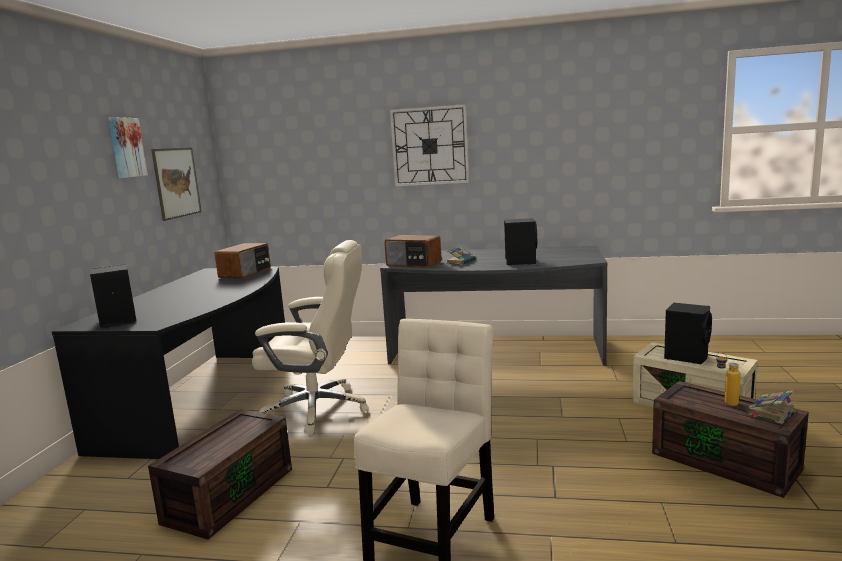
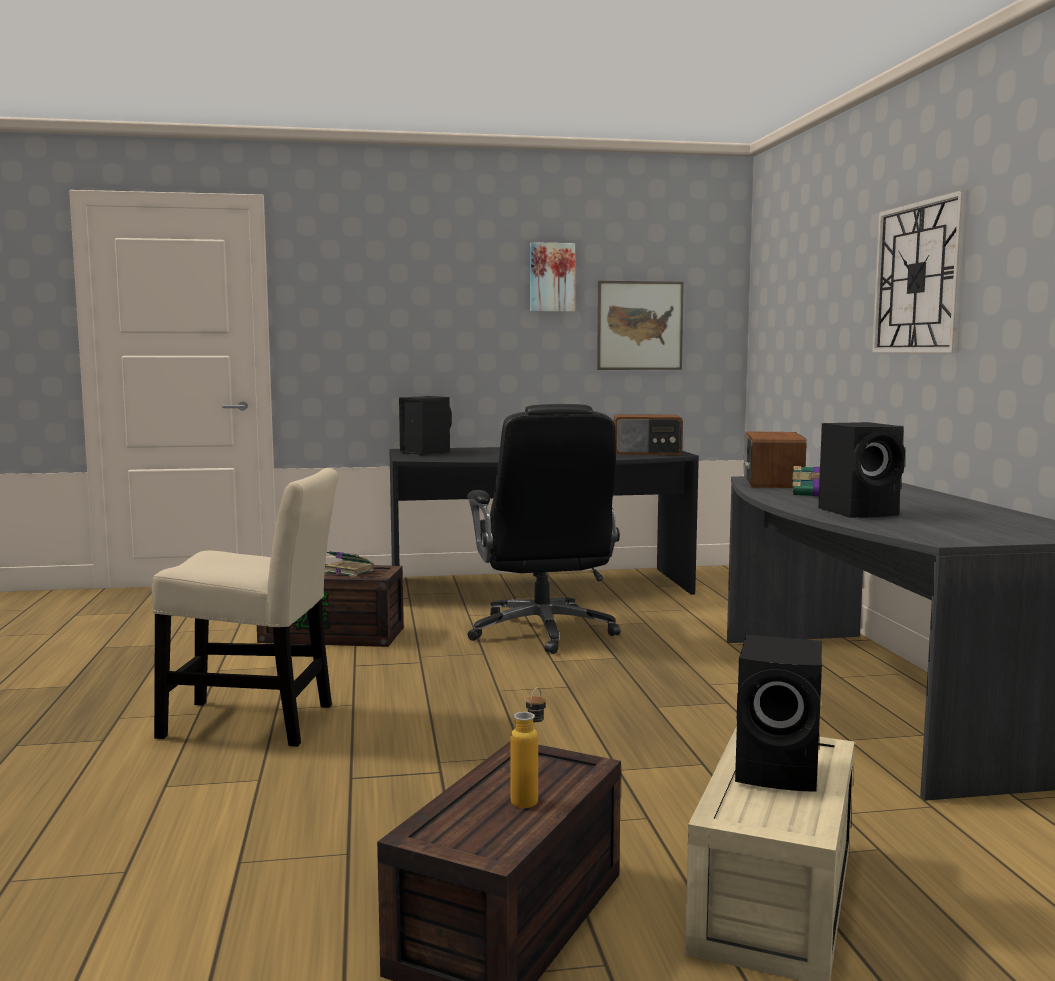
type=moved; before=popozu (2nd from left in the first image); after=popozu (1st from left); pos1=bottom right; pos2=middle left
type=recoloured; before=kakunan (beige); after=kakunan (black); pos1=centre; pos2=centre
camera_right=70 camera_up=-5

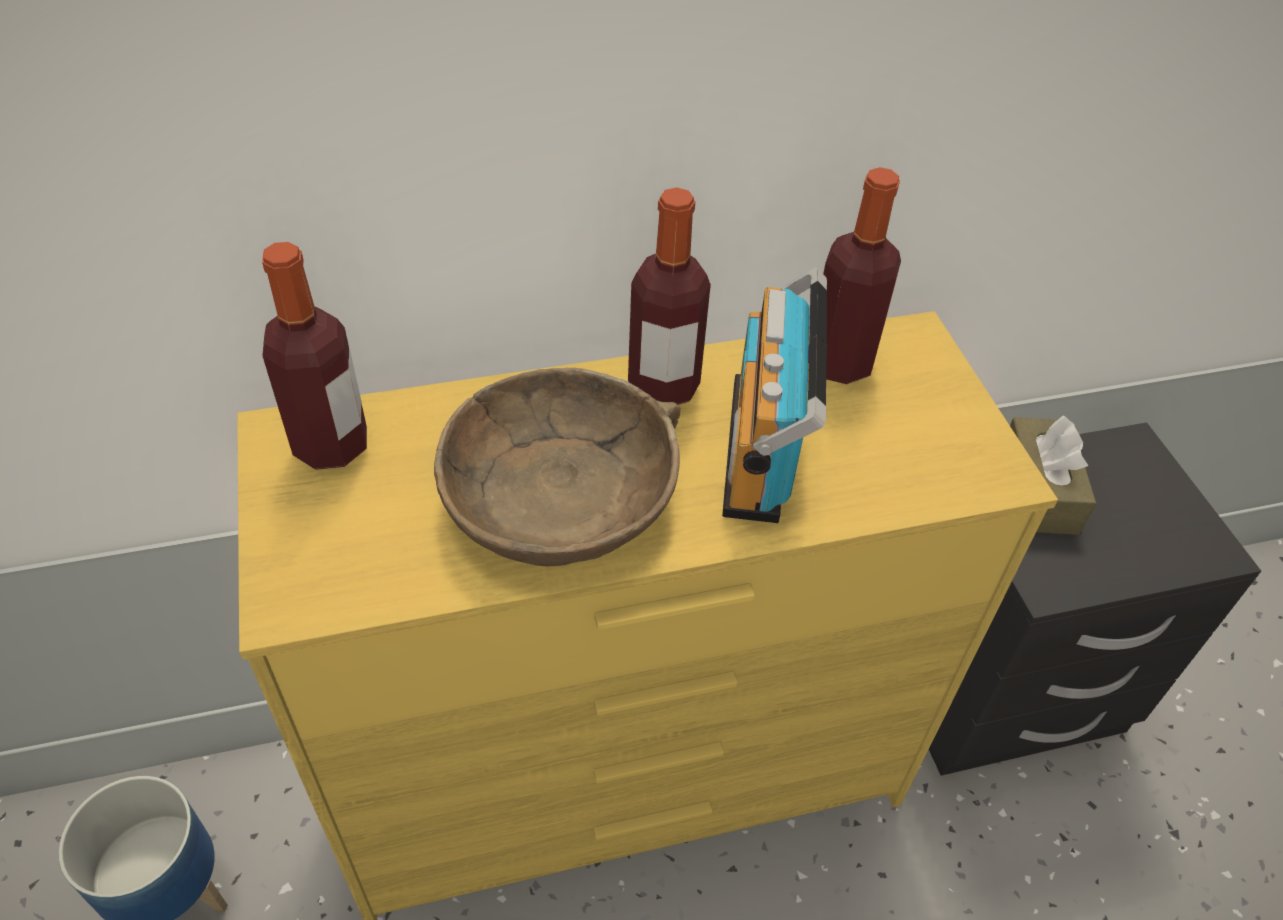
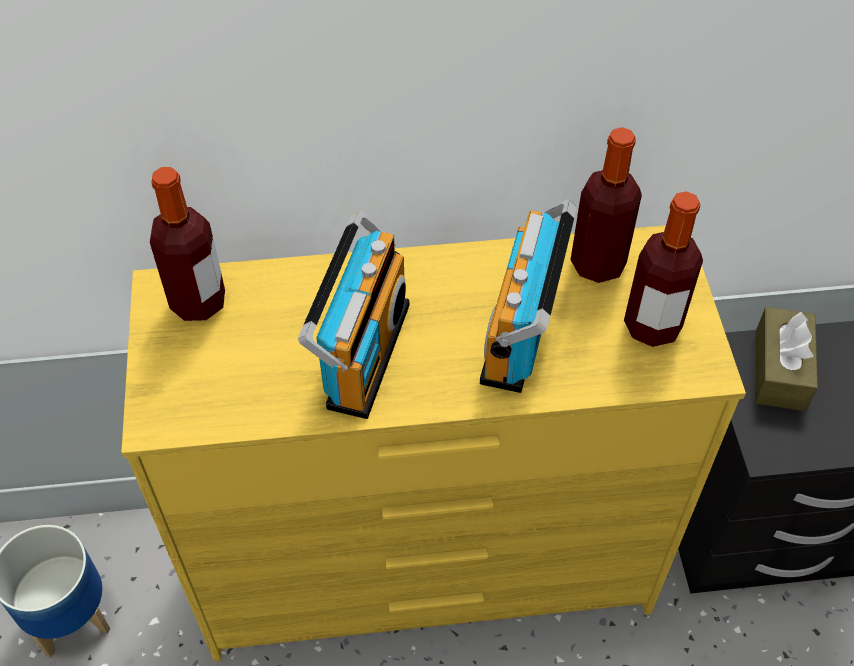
type=moved; before=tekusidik (2nd from left in the first image); after=tekusidik (3rd from left); pos1=top centre; pos2=middle right
type=replaced; before=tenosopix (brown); after=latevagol (1st from left); pos1=centre; pos2=centre
camera_right=10 camera_up=5

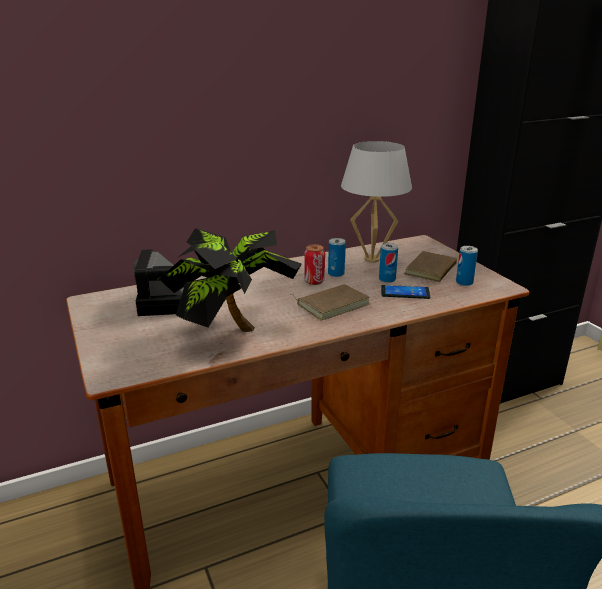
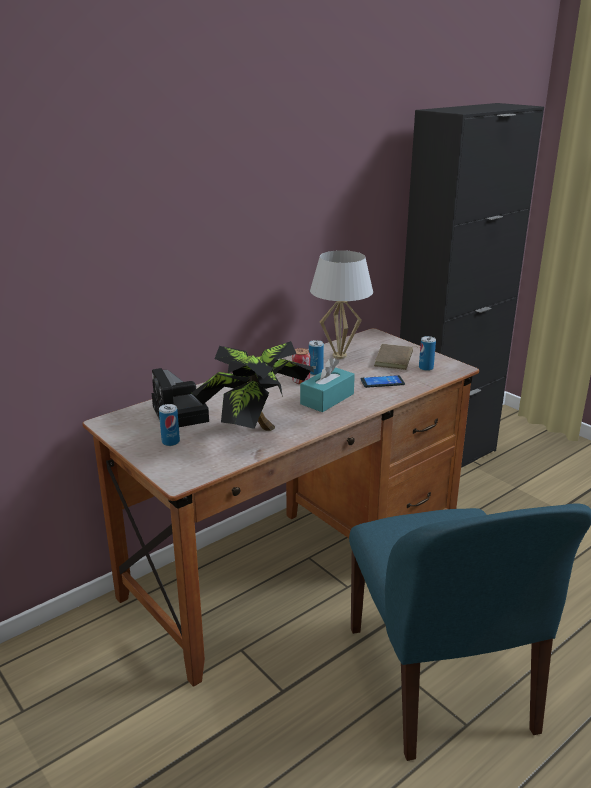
type=moved; before=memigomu (3rd from left in the first image); after=memigomu (1st from left); pos1=centre; pos2=middle left
type=replaced; before=popozu (brown) (1st from left); after=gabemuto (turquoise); pos1=centre; pos2=centre
camera_right=-15 camera_up=0

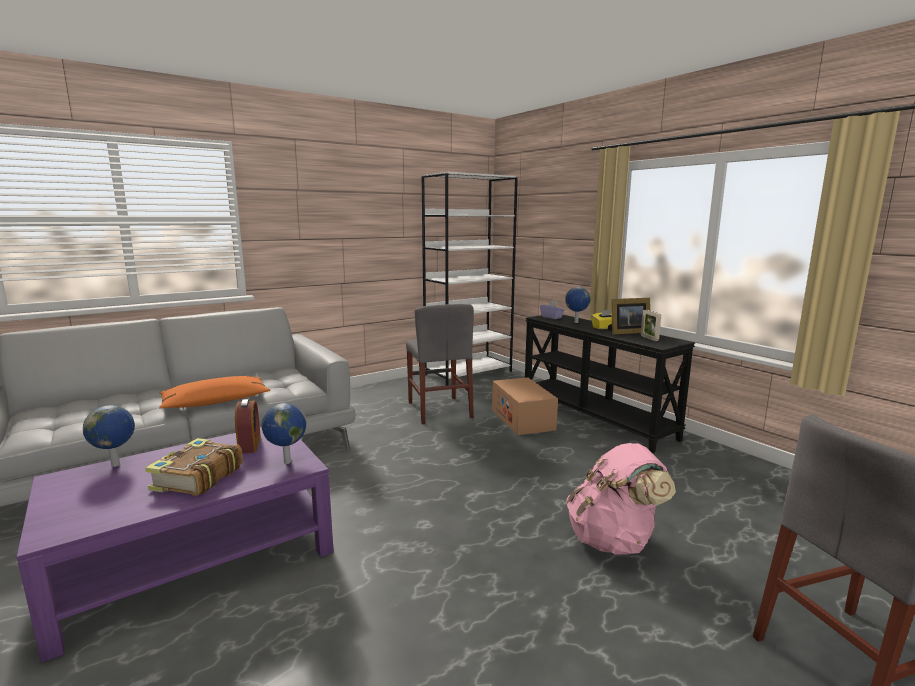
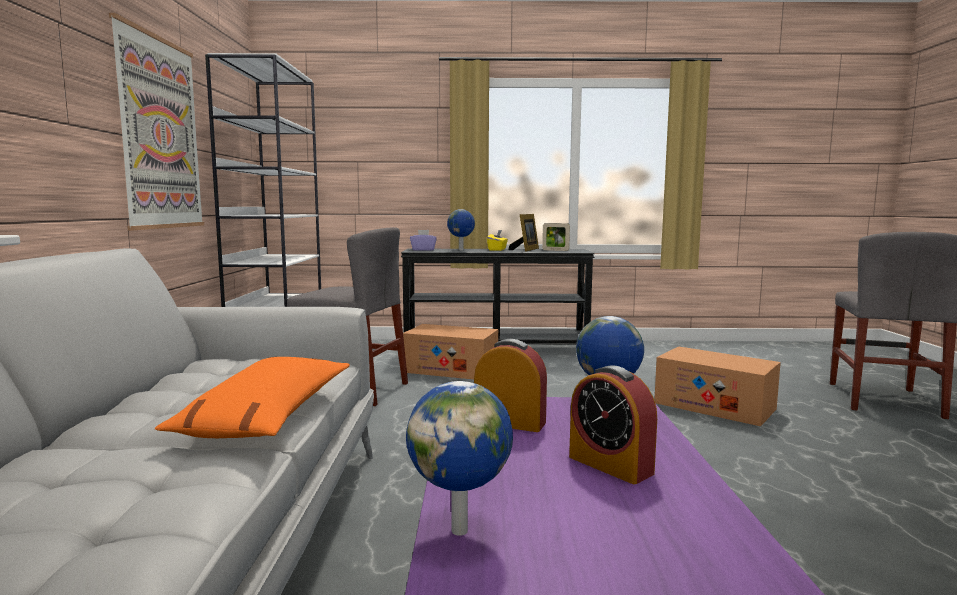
type=added; after=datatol; pos2=top left
type=replaced; before=popozu; after=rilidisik (2nd from left); pos1=bottom left; pos2=bottom centre
type=replaced; before=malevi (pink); after=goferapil (2nd from left); pos1=bottom right; pos2=middle right
camera_right=-55 camera_up=-5

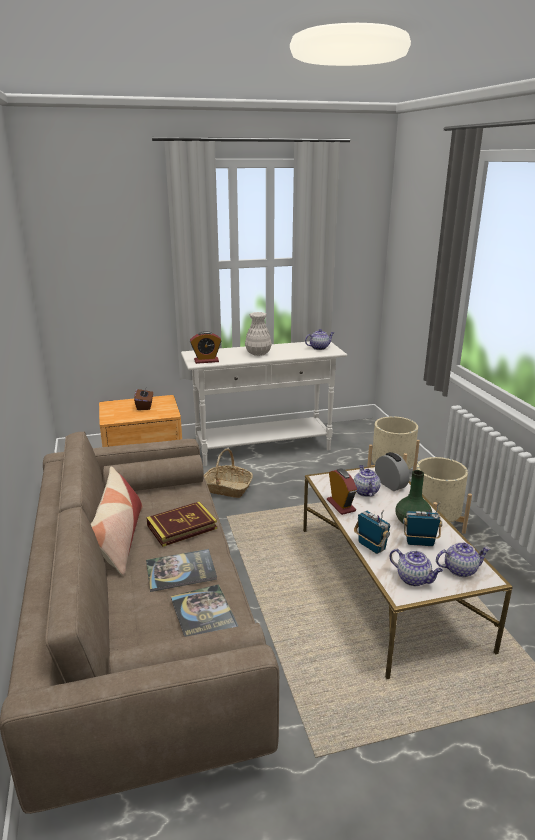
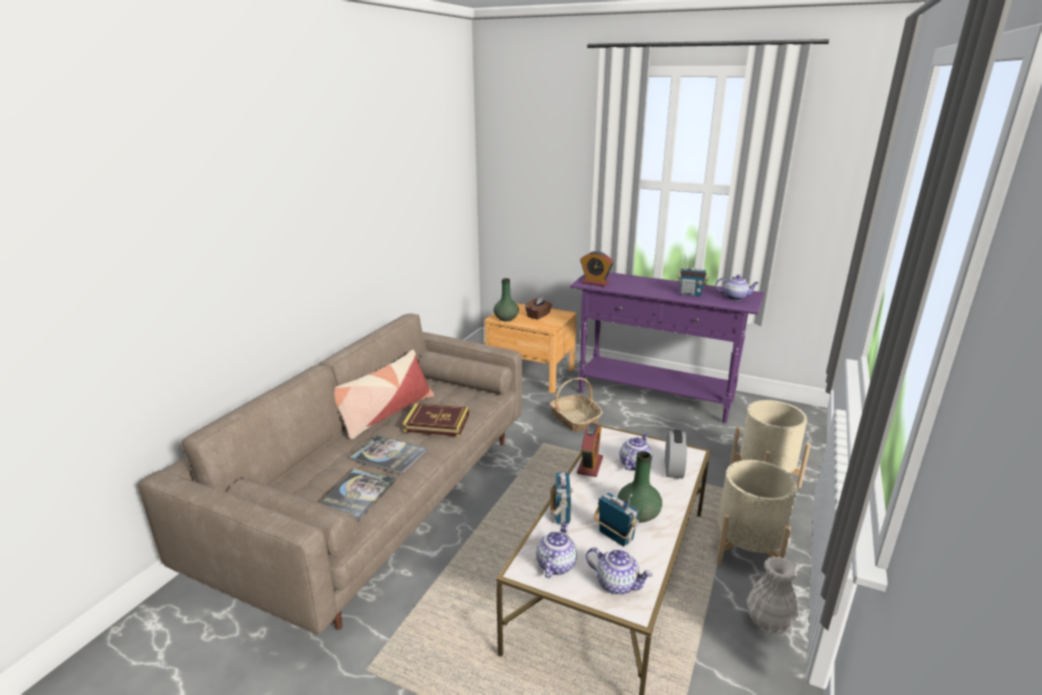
type=added; after=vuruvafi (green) (1st from left); pos2=centre
type=added; after=latevagol (3rd from left); pos2=centre
type=moved; before=vuruvafi (white); pos1=centre; pos2=bottom right
type=recoloured; before=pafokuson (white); after=pafokuson (purple); pos1=centre; pos2=centre
type=turned; before=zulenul (3rd from left in the first image); pos1=bottom right; pos2=bottom centre; turn=-150
camera_right=40 camera_up=0

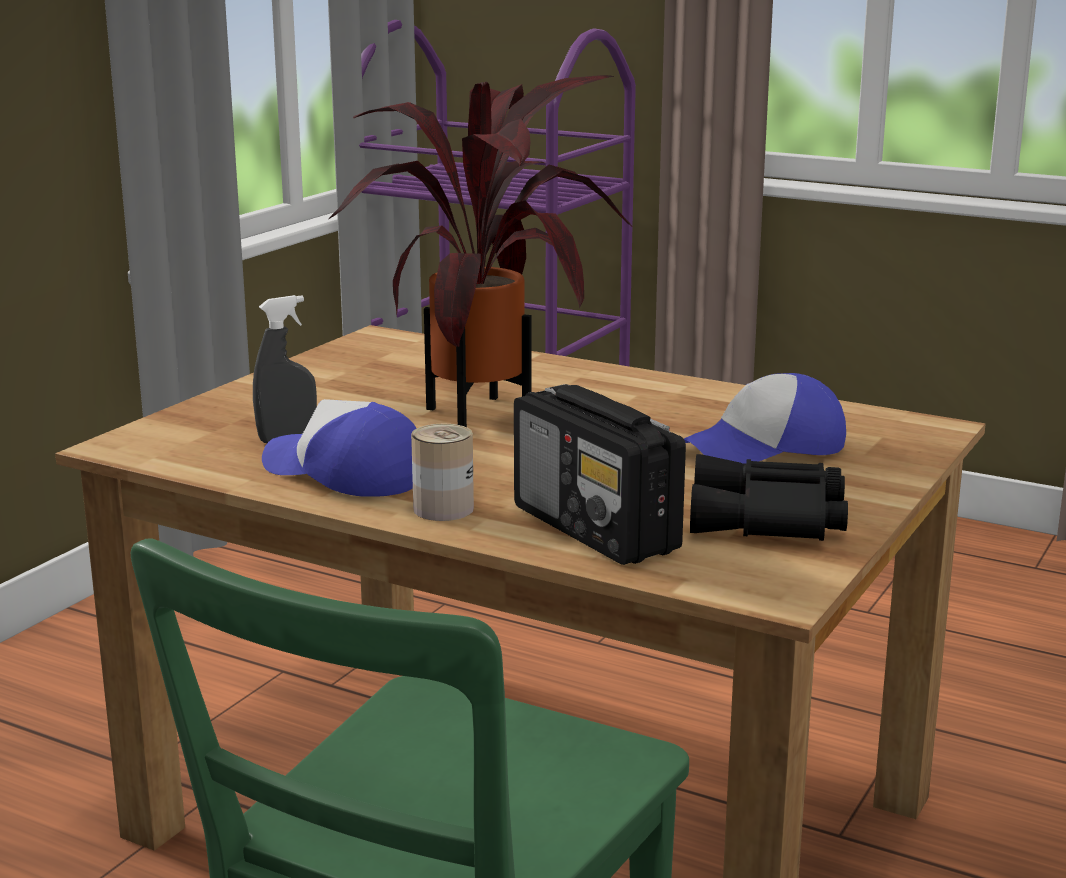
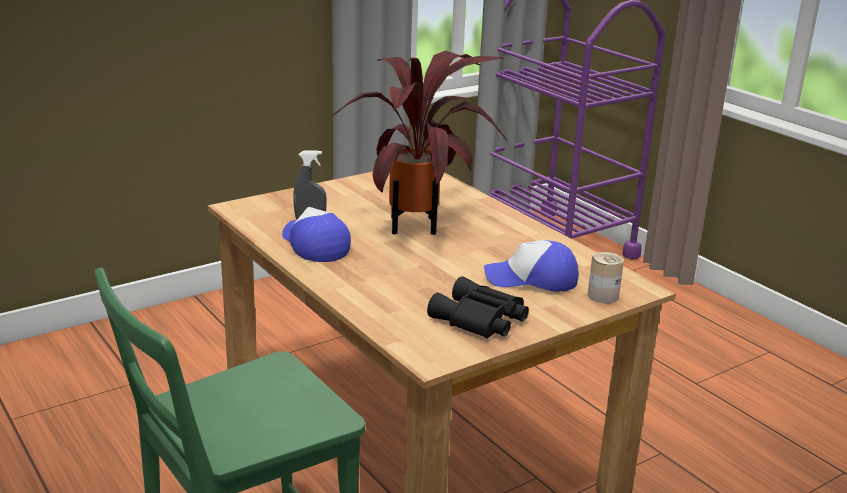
type=removed; before=latevagol; pos1=centre
type=moved; before=memigomu; pos1=centre; pos2=middle right
camera_right=25 camera_up=5

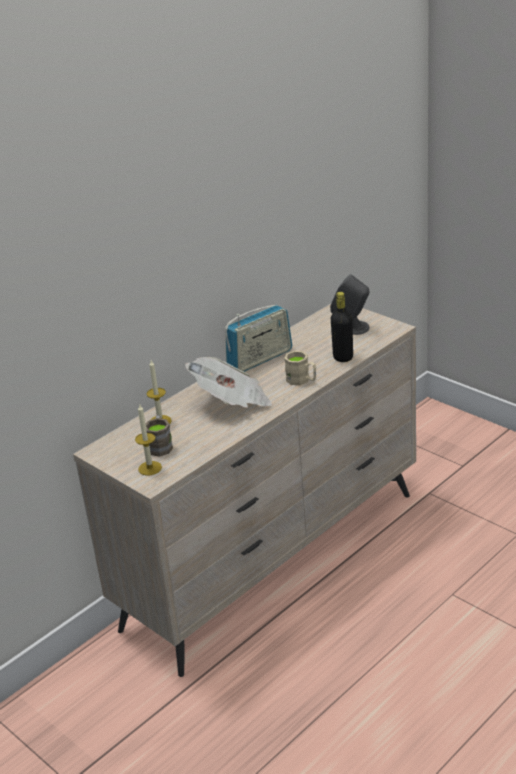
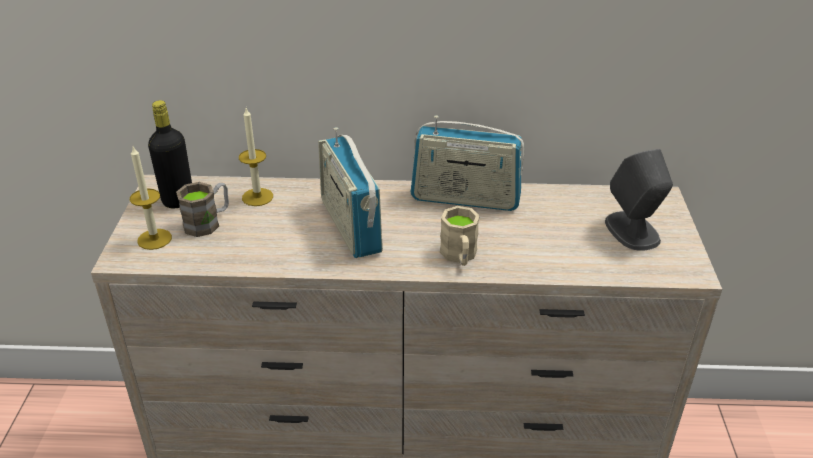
type=moved; before=tekusidik (black); pos1=centre; pos2=middle left
type=replaced; before=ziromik; after=latevagol (1st from left); pos1=centre; pos2=centre
camera_right=45 camera_up=5

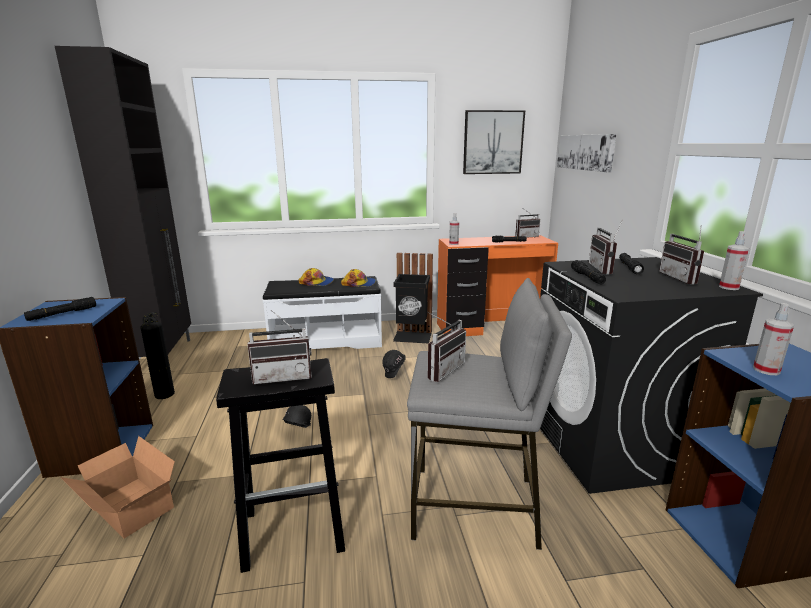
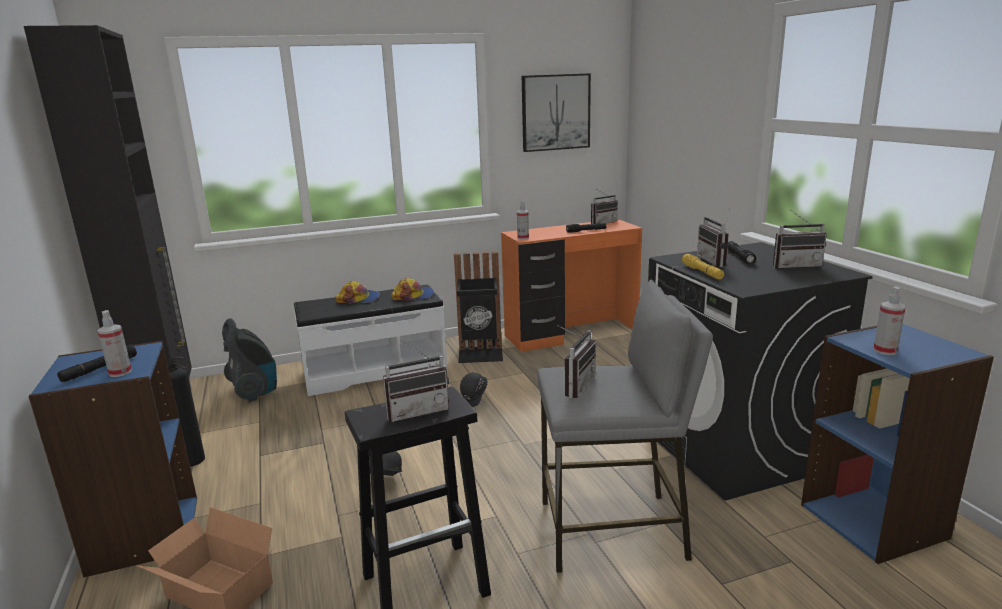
type=removed; before=datatol (2nd from left); pos1=top right
type=added; after=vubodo; pos2=middle left
type=moved; before=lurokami (2nd from left in the first image); after=lurokami (1st from left); pos1=middle right; pos2=middle left
type=recoloured; before=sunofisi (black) (3rd from left); after=sunofisi (yellow); pos1=middle right; pos2=middle right
type=turned; before=latevagol (5th from left); pos1=middle right; pos2=middle right; turn=-75
camera_right=-10 camera_up=0

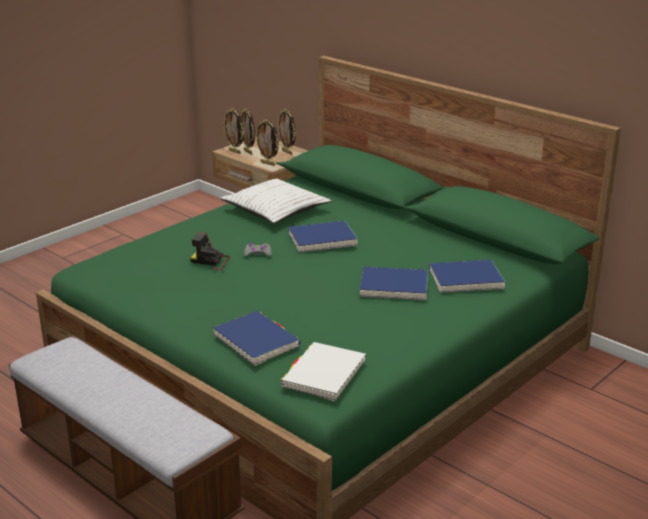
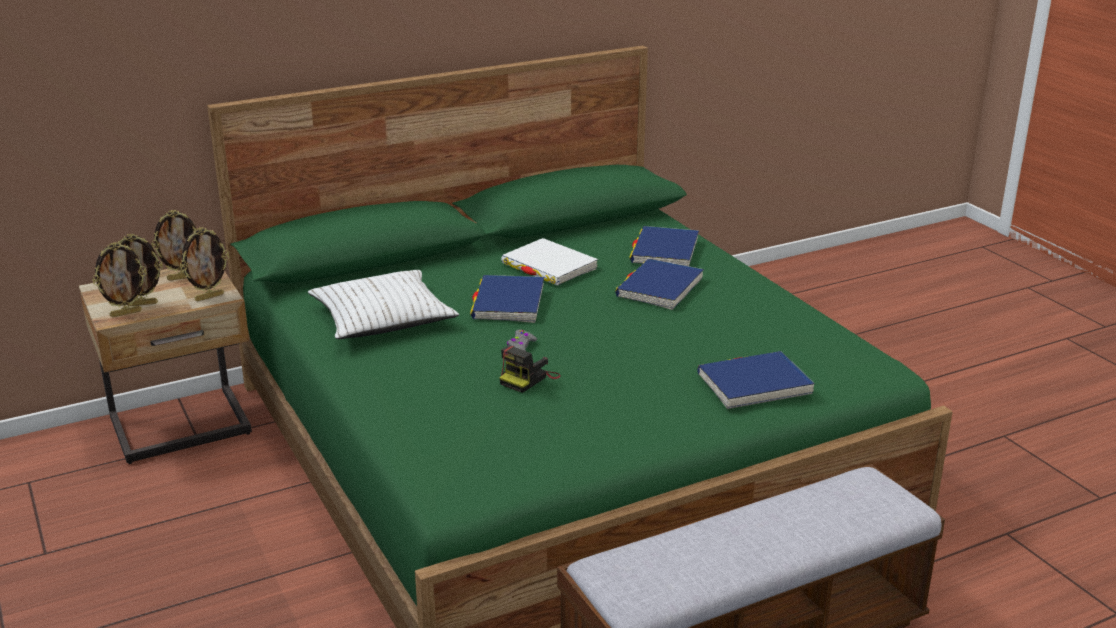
type=moved; before=popozu (white); pos1=bottom centre; pos2=centre
camera_right=-70 camera_up=0

